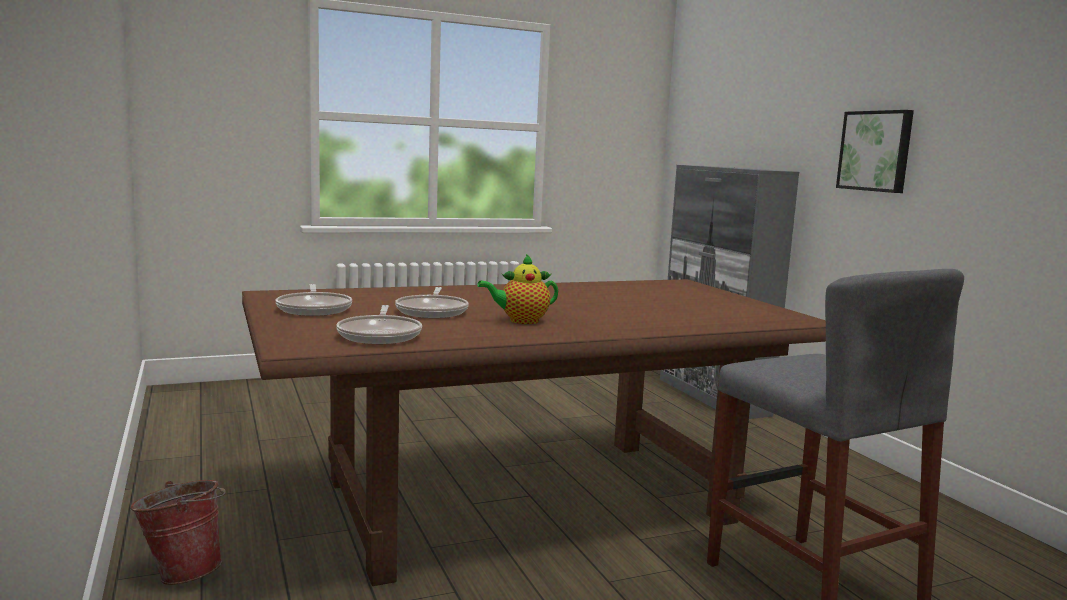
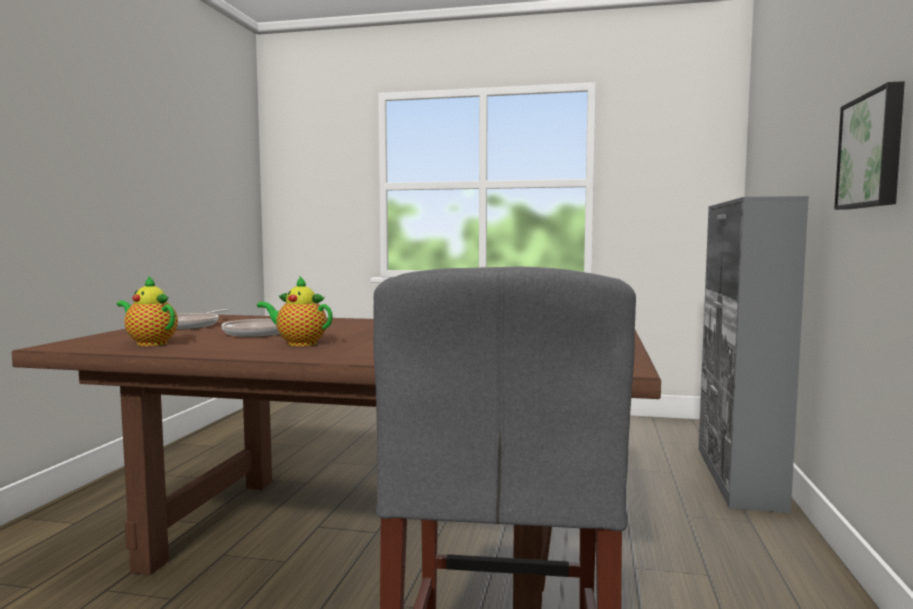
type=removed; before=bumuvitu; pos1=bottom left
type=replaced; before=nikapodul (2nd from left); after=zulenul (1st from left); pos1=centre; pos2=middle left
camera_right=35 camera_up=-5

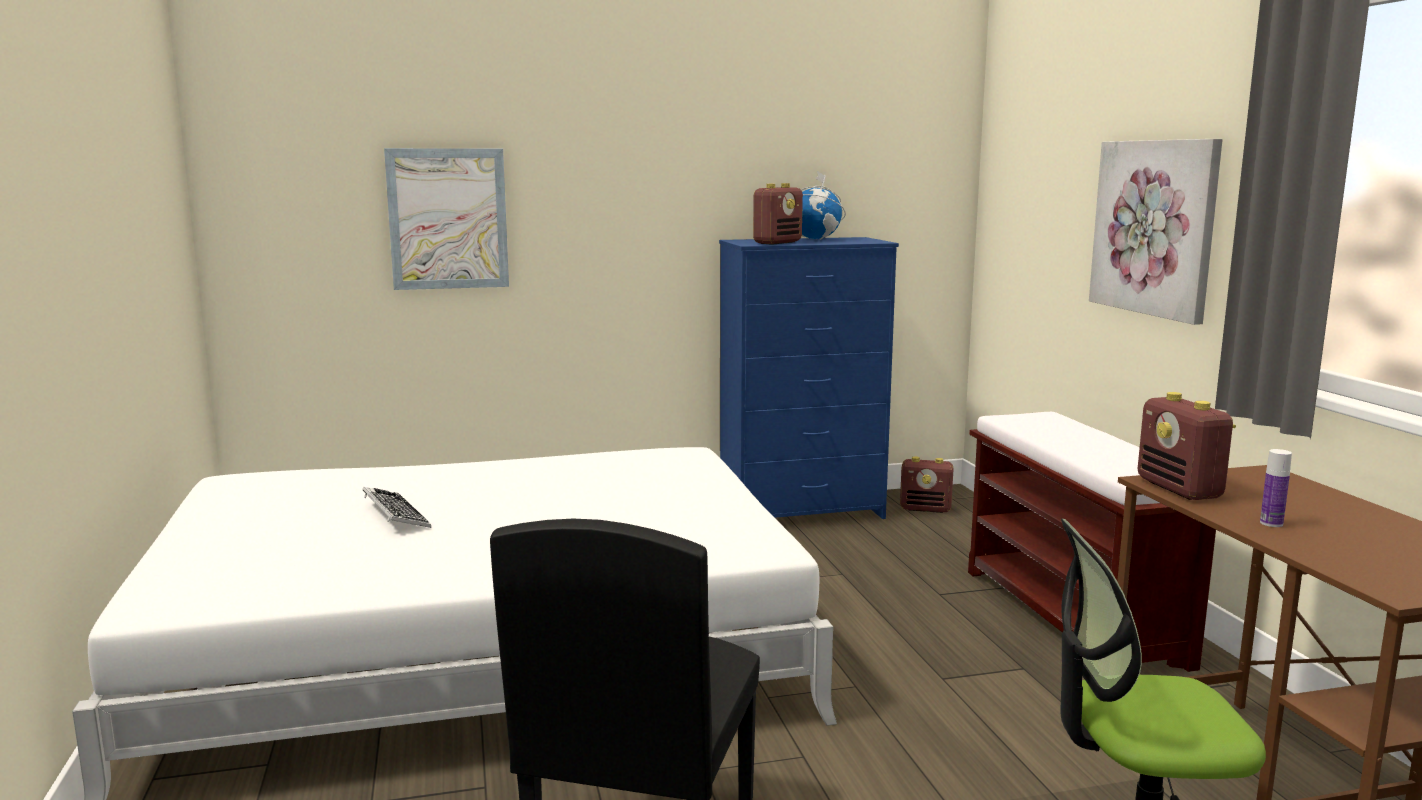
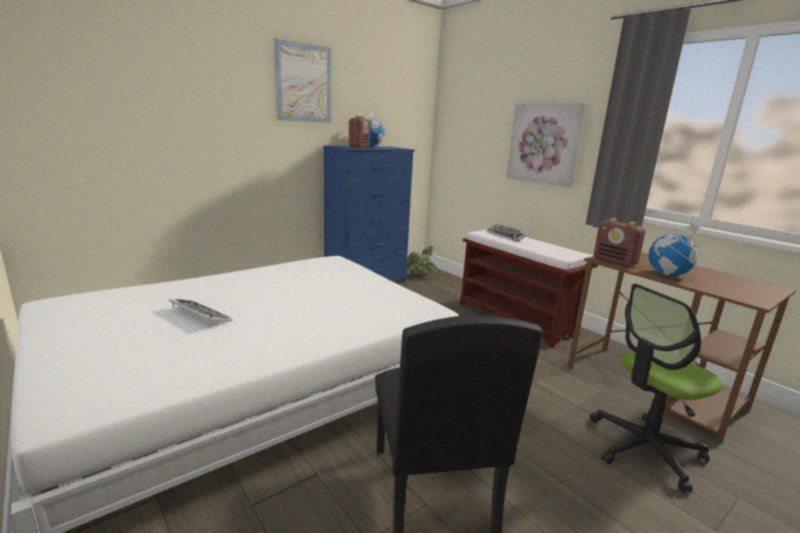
type=added; after=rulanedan (2nd from left); pos2=centre
type=moved; before=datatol (1st from left); pos1=top left; pos2=top centre
type=replaced; before=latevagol (2nd from left); after=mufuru; pos1=centre; pos2=centre
type=replaced; before=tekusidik; after=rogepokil (2nd from left); pos1=middle right; pos2=middle right
camera_right=-25 camera_up=5

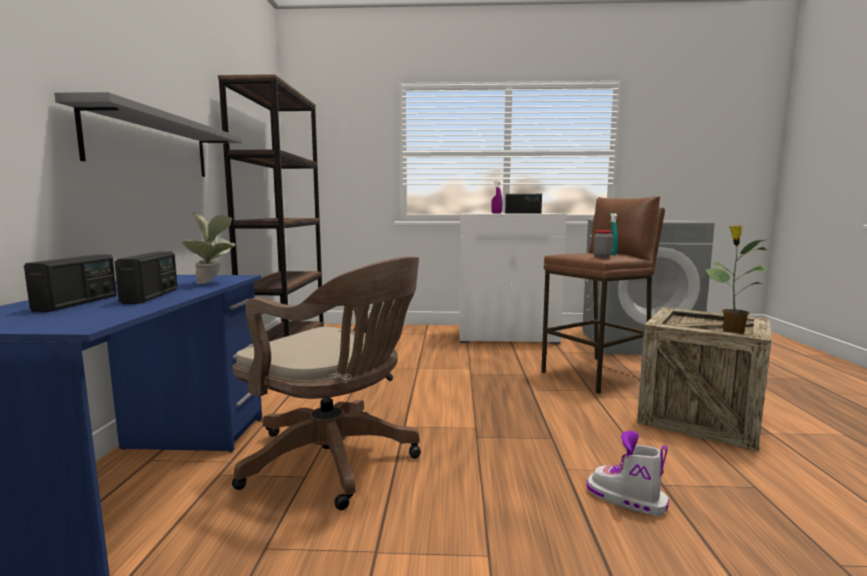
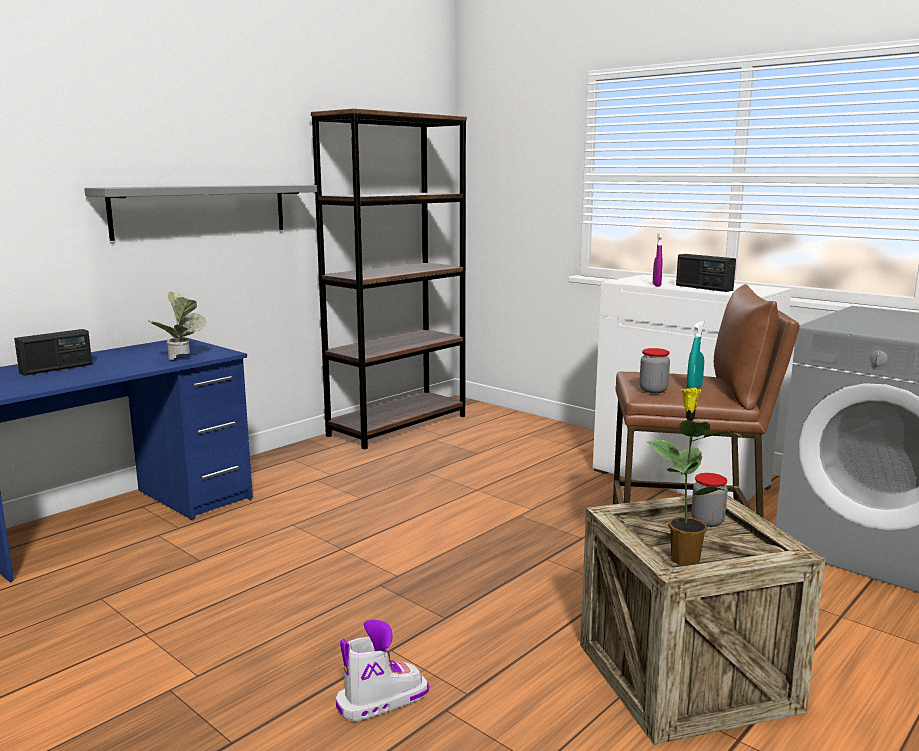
type=removed; before=latevagol (2nd from left); pos1=middle left
type=removed; before=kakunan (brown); pos1=centre
type=added; after=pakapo (2nd from left); pos2=middle right
type=turned; before=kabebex; pos1=bottom right; pos2=bottom centre; turn=75
camera_right=40 camera_up=5

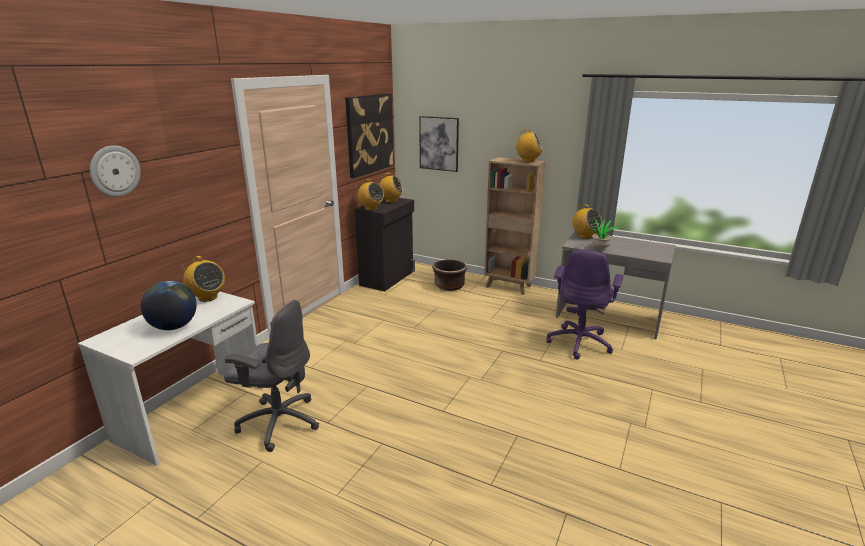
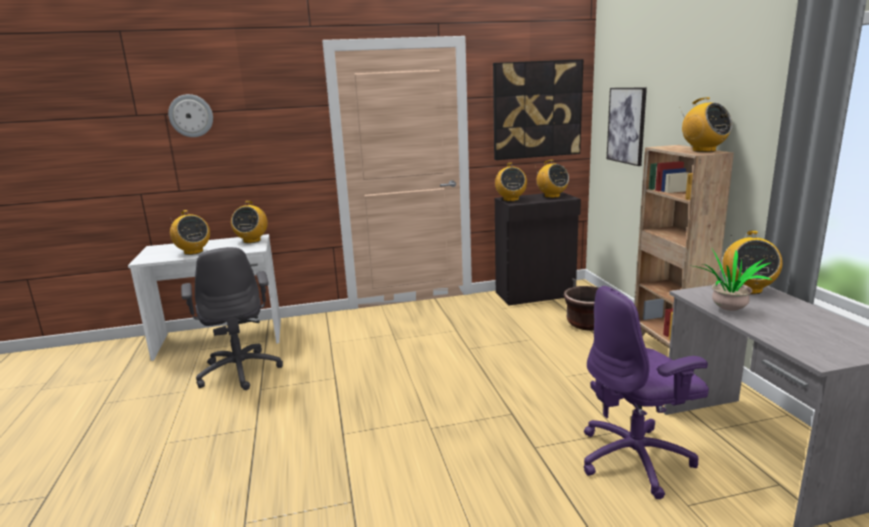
type=replaced; before=rogepokil; after=latevagol (1st from left); pos1=middle left; pos2=middle left
camera_right=50 camera_up=-5

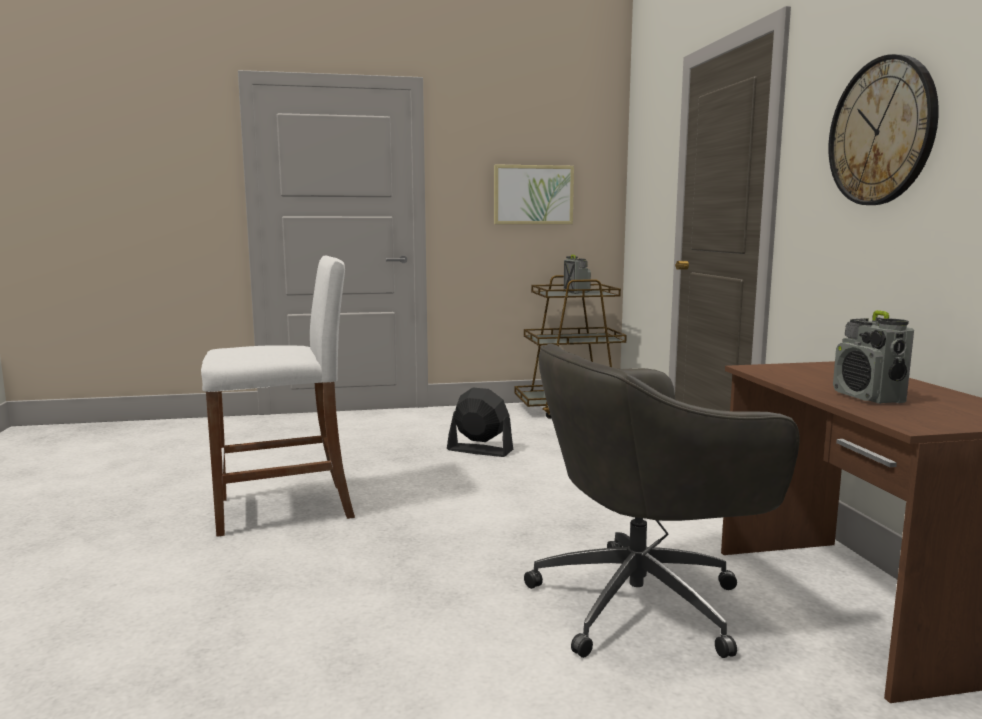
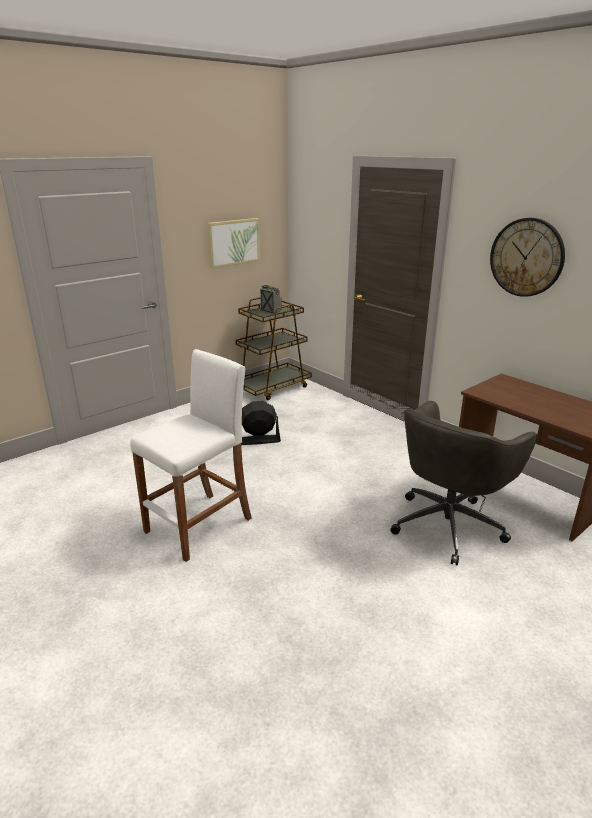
type=removed; before=latevagol (2nd from left); pos1=middle right
camera_right=-30 camera_up=15

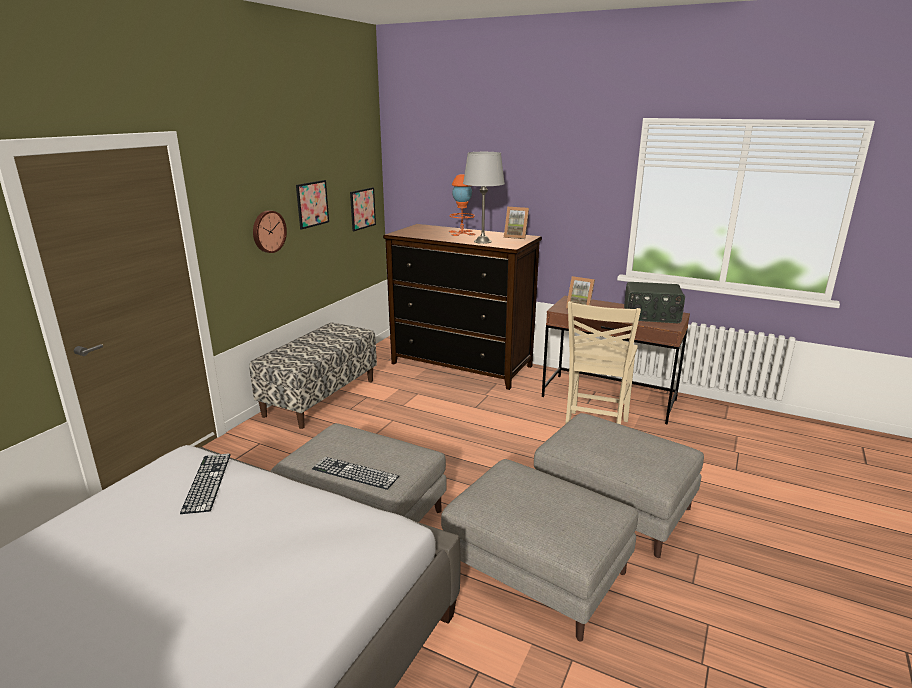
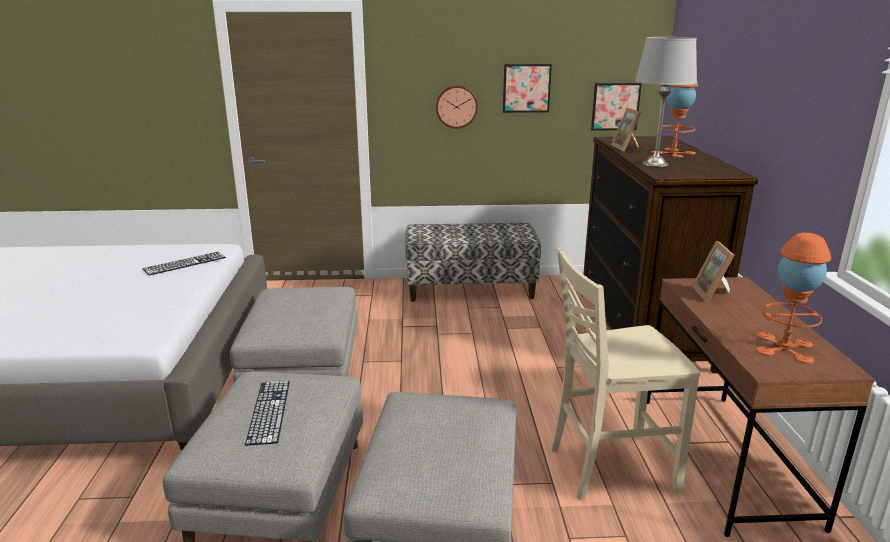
type=moved; before=rulanedan (2nd from left); pos1=bottom centre; pos2=bottom left
type=moved; before=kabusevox (1st from left); pos1=top centre; pos2=top right
type=replaced; before=latevagol; after=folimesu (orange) (2nd from left); pos1=middle right; pos2=middle right
camera_right=60 camera_up=0

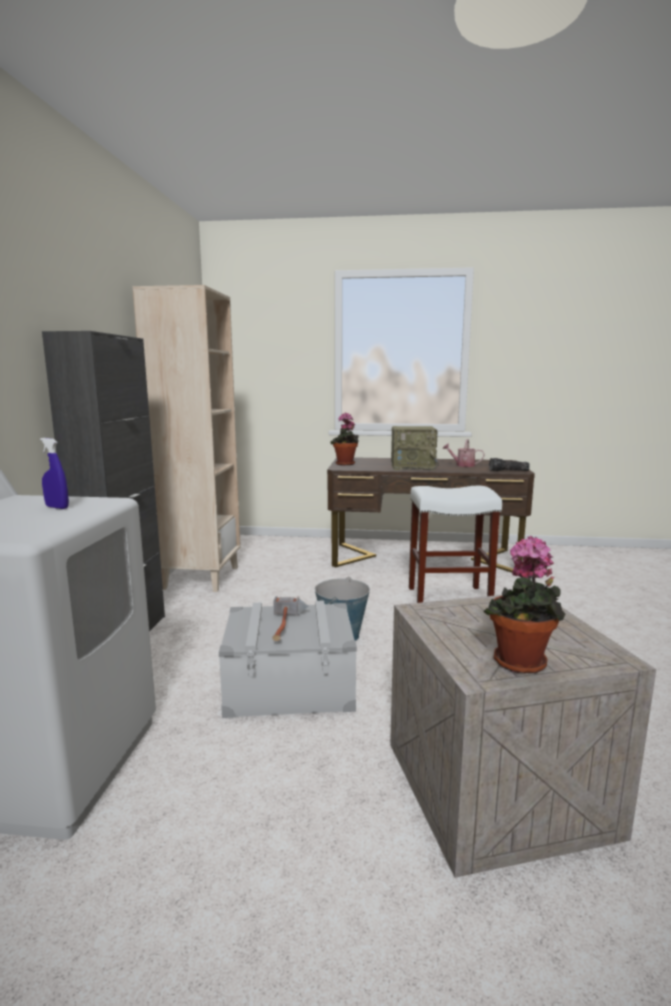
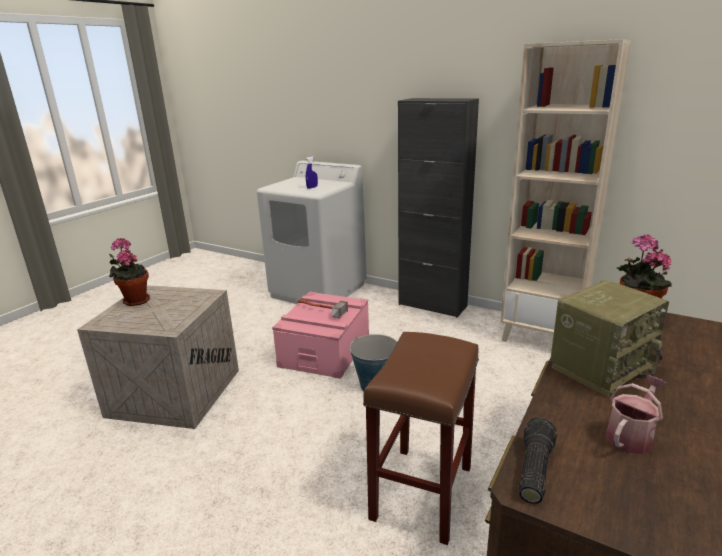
type=recoloured; before=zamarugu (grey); after=zamarugu (pink); pos1=centre; pos2=centre
type=recoloured; before=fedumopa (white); after=fedumopa (brown); pos1=middle right; pos2=bottom centre
type=turned; before=latevagol; pos1=centre; pos2=middle right; turn=-150
camera_right=115 camera_up=10

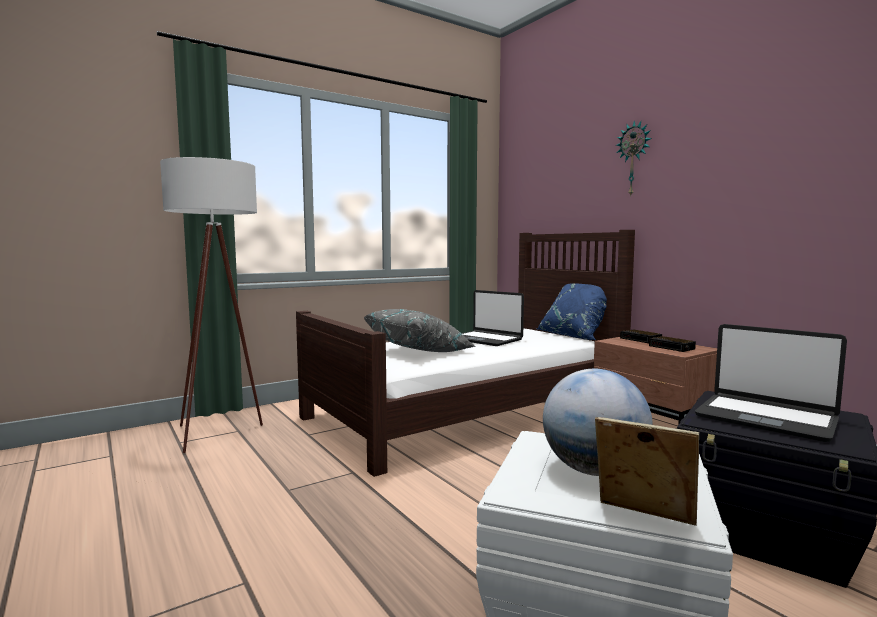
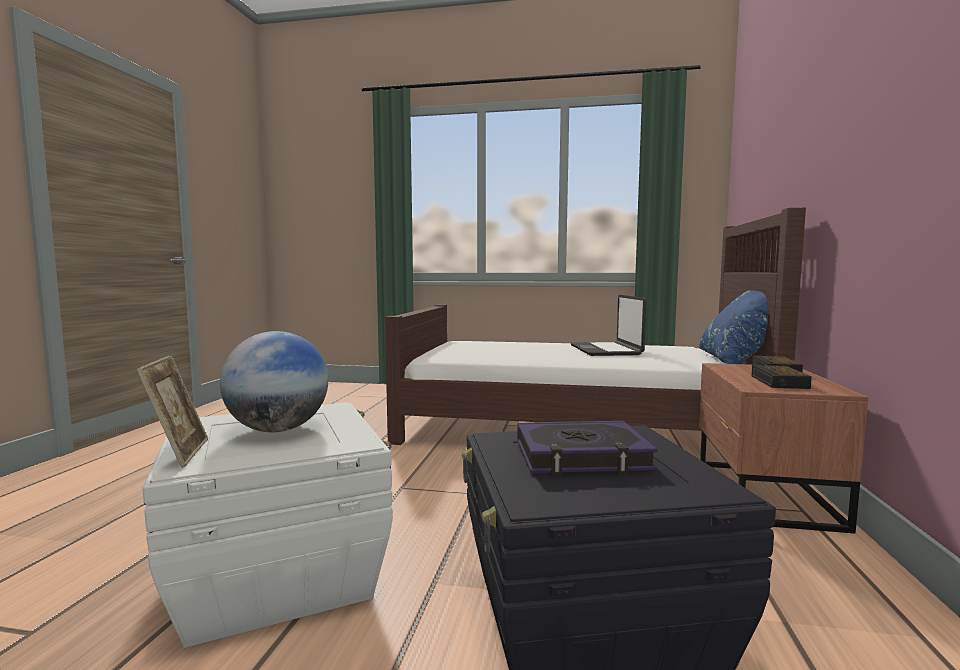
type=removed; before=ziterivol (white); pos1=middle left
type=removed; before=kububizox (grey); pos1=centre
type=removed; before=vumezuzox; pos1=top right
type=replaced; before=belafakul (2nd from left); after=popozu; pos1=middle right; pos2=bottom centre
camera_right=45 camera_up=0

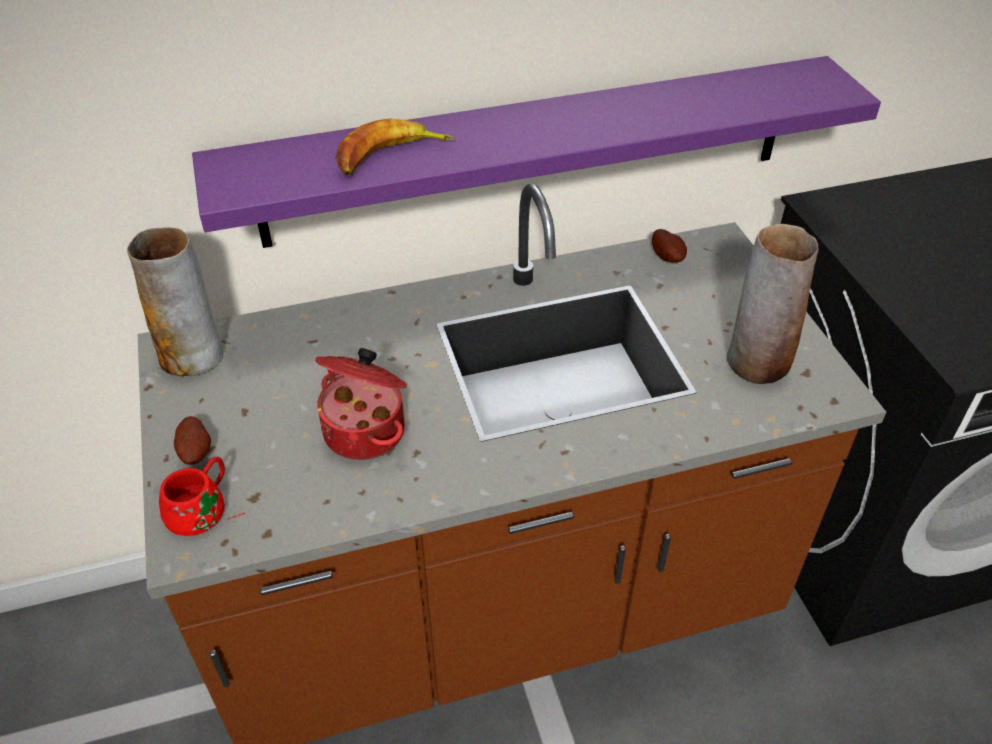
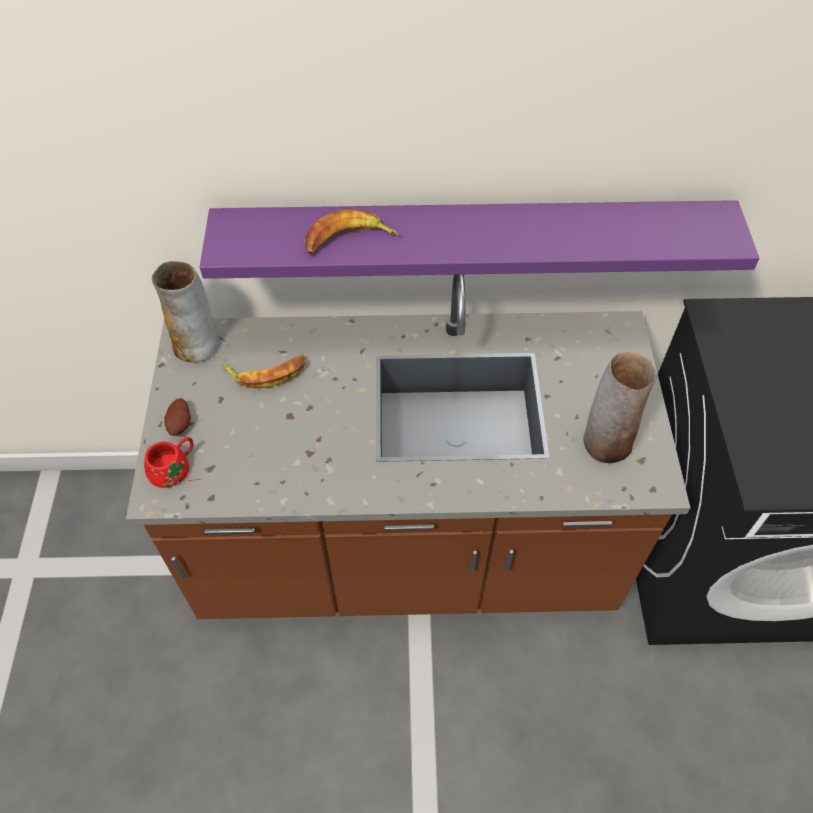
type=removed; before=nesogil; pos1=centre
type=removed; before=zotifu (2nd from left); pos1=top right
type=added; after=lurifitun (1st from left); pos2=middle left
camera_right=15 camera_up=10

